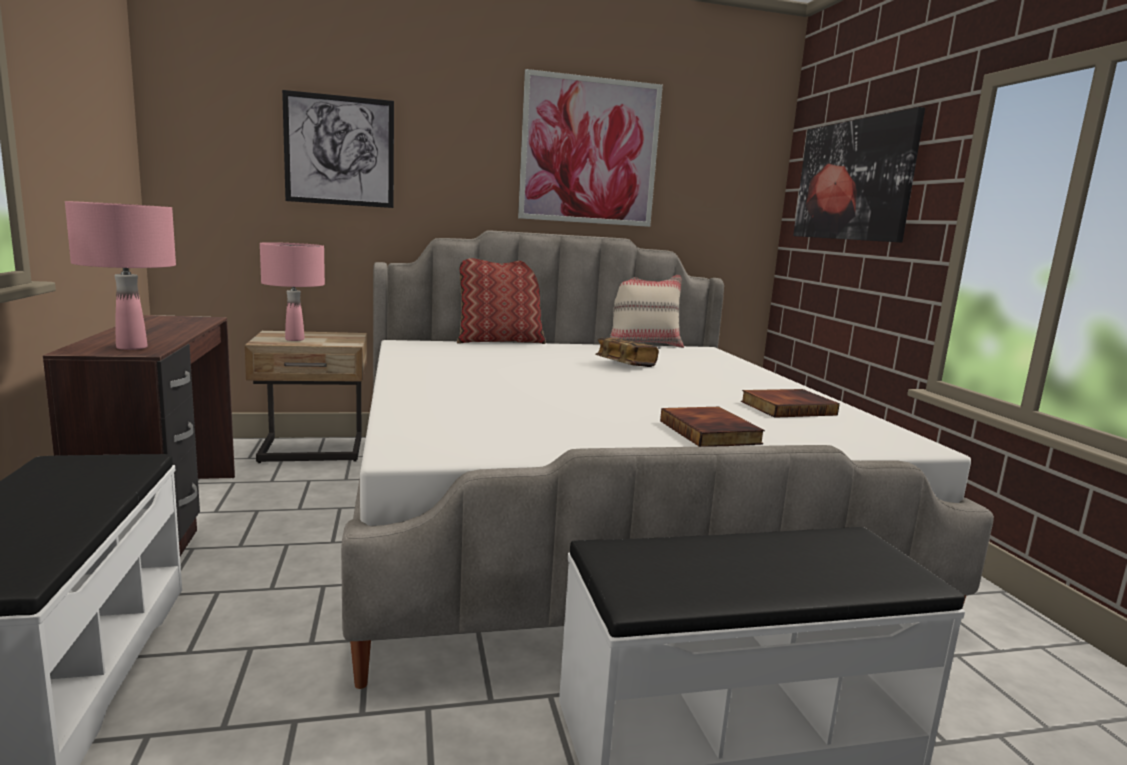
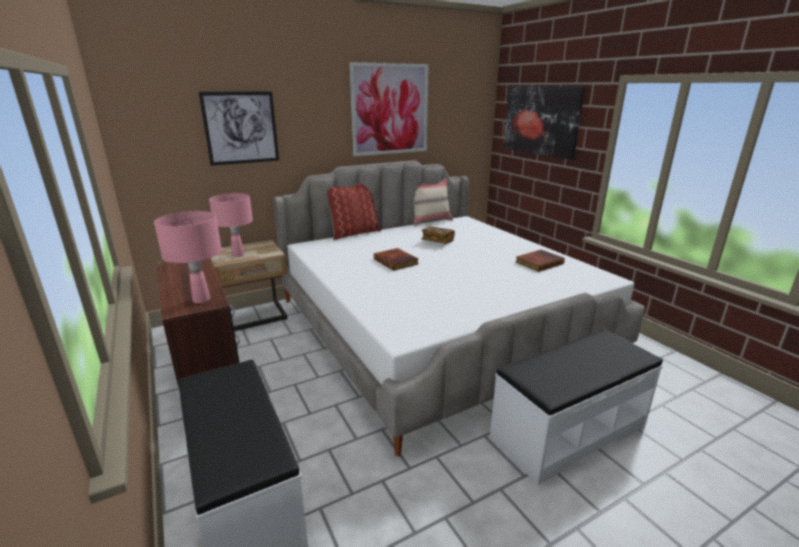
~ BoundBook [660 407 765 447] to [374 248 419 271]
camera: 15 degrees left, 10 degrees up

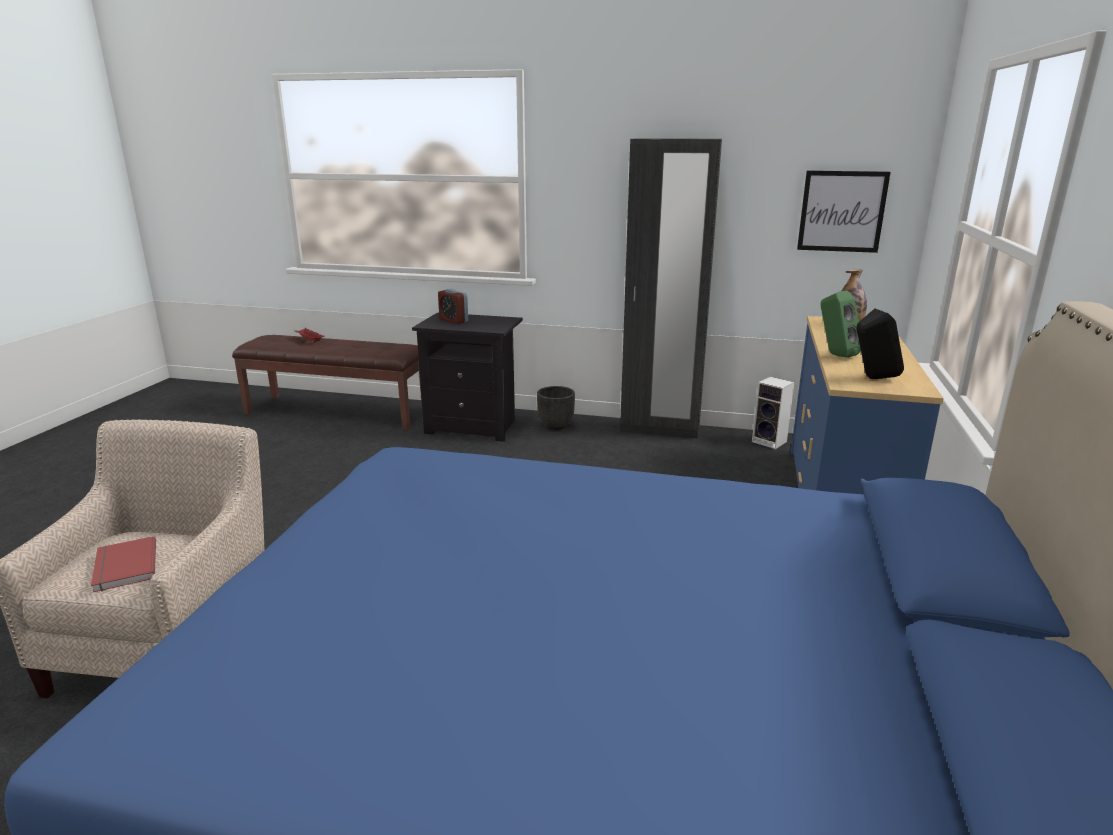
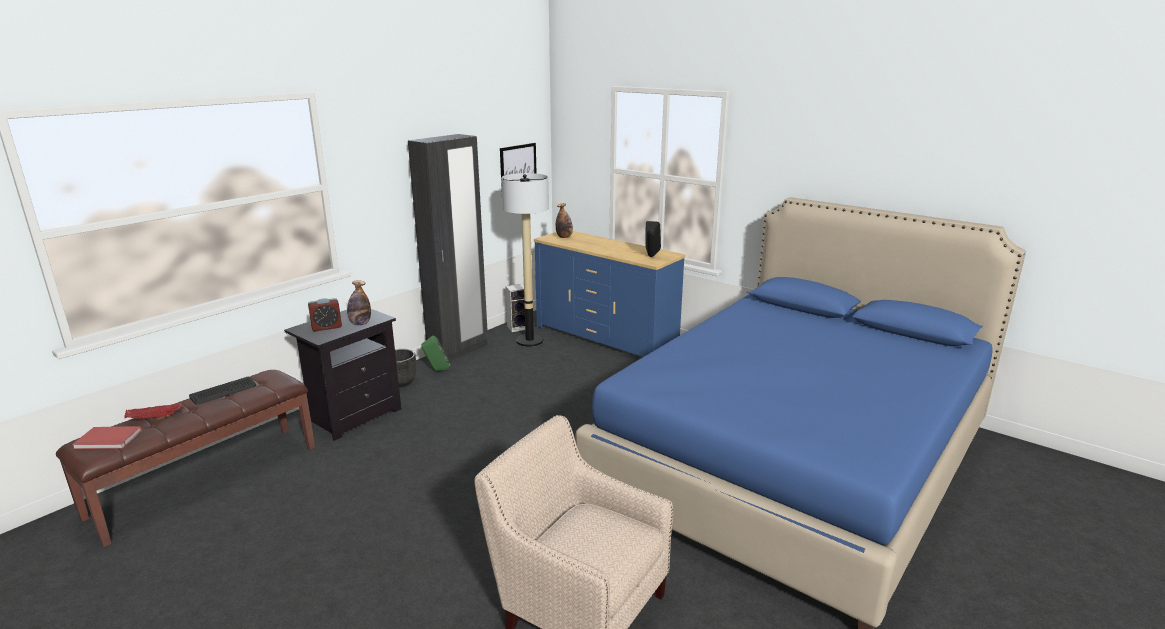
~ RedBoundBook [91 536 156 592] to [72 426 142 449]
~ GreenishLoudspeaker [821 291 861 358] to [422 335 450 371]
+ ComputerKeyboard [189 377 256 405]
+ Bottle [347 280 371 325]
+ StandingLamp [501 173 549 347]
camera: 65 degrees left, 0 degrees up

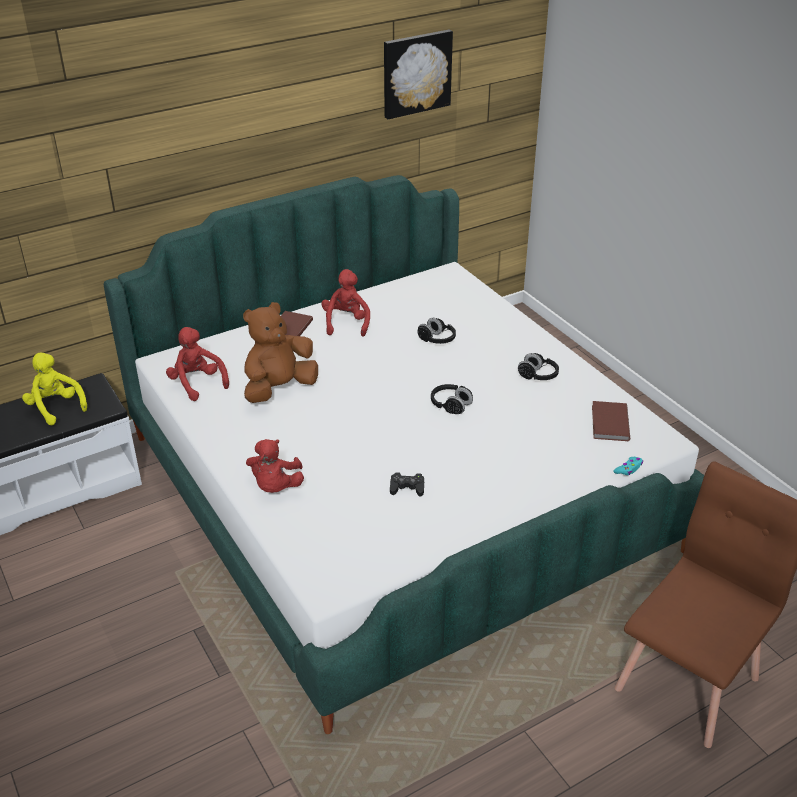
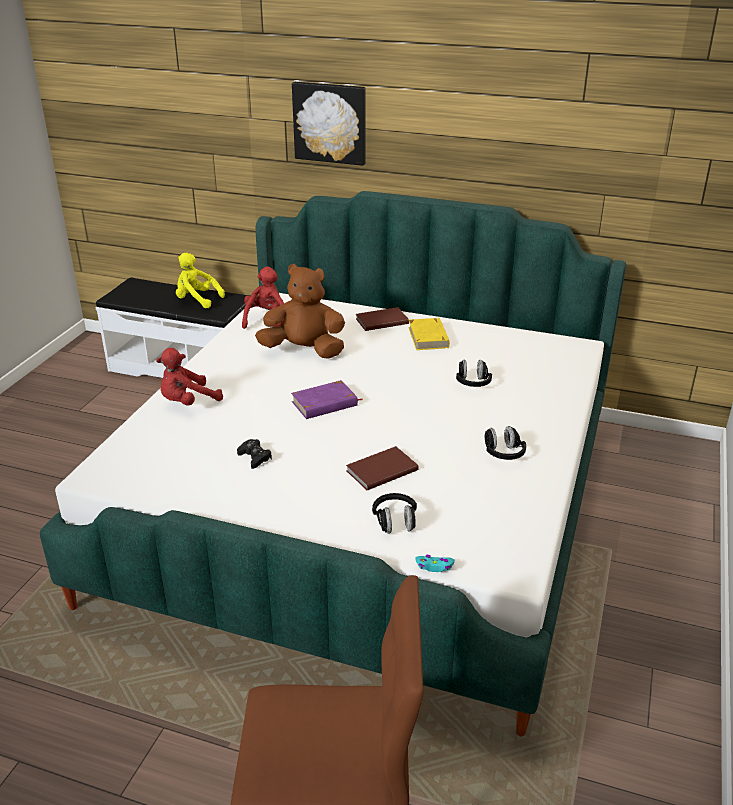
~ YellowishCuddlyToy [22 353 87 425] = [176 253 225 308] 75 degrees counterclockwise
~ RedCuddlyToy [321 269 370 337] to YellowishBoundBook [408 318 450 350]
~ Picture [384 30 453 119] to [292 82 366 166]
~ BlackPairOfHeadphones [431 384 473 414] to [372 493 417 534]
~ BrownishBoundBook [592 401 630 441] to [346 446 419 490]
+ PurpleColouredBoundBook [291 380 362 419]
camera: 50 degrees right, 5 degrees down

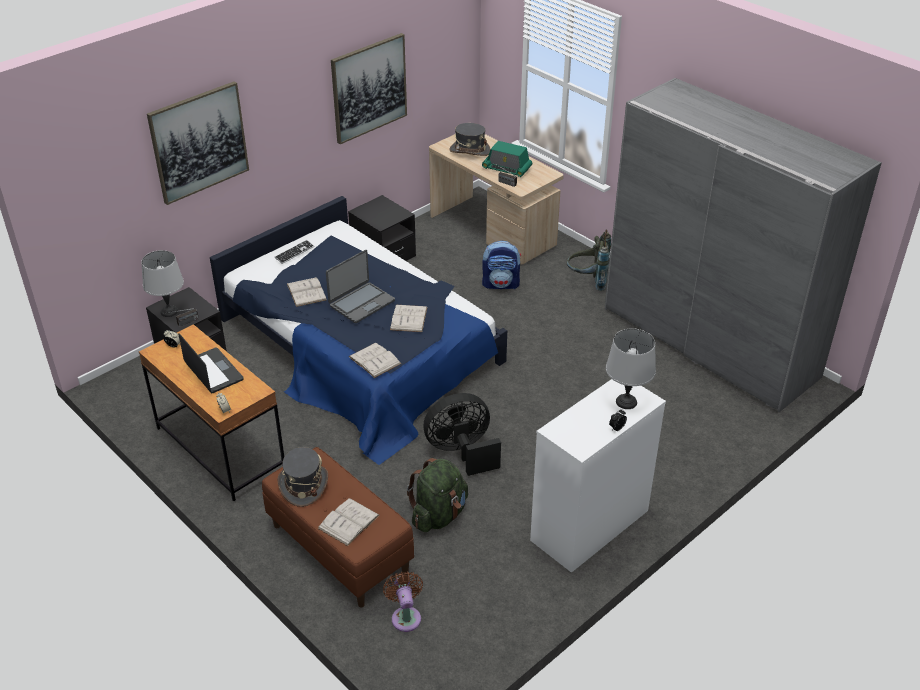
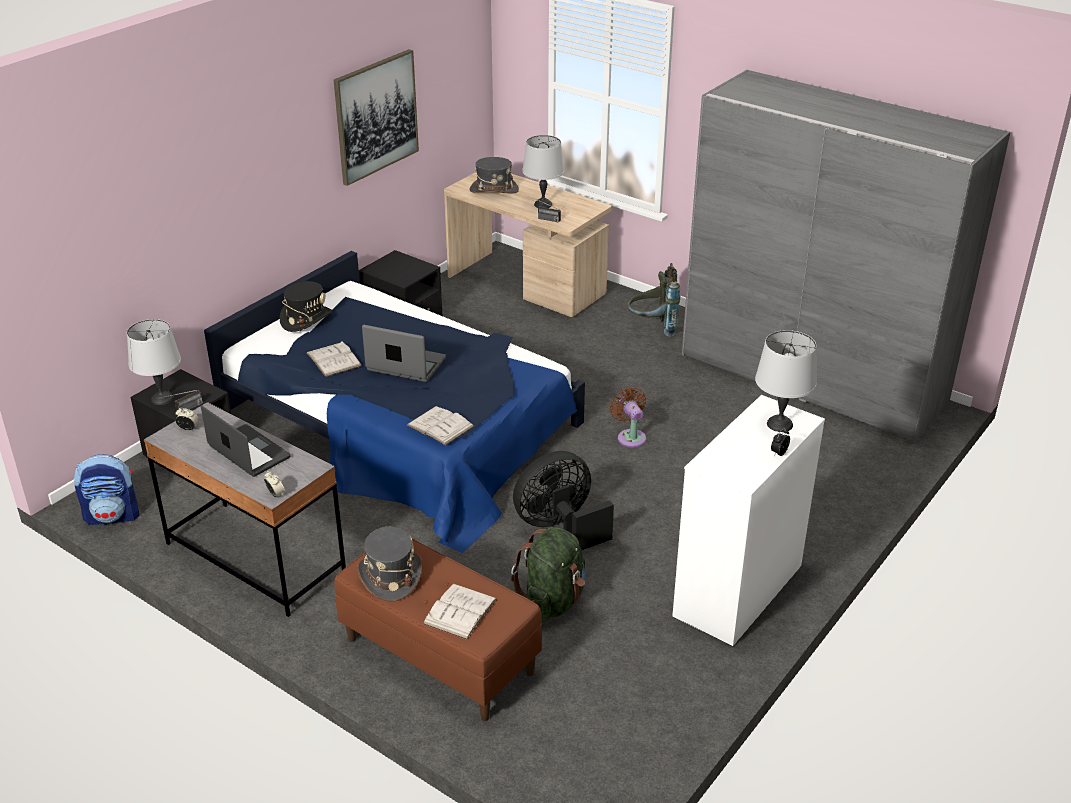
~ BrownishDeskTable [139 324 284 501] to GrayDeskTable [144 402 346 617]
- Picture [147 81 249 205]
~ ComputerKeyboard [275 240 314 264] to BlackClothingHat [280 281 332 332]
~ PortableComputer [326 250 395 323] = [362 325 446 382] 105 degrees counterclockwise
~ BrownishFan [383 571 423 632] to [610 387 647 447]
- WhiteColouredBoundBook [390 305 427 332]
~ Radio [482 141 532 177] to GrayLampForATable [522 135 565 208]
~ Backpack [482 241 521 289] to [74 454 140 525]
camera: 10 degrees left, 5 degrees down

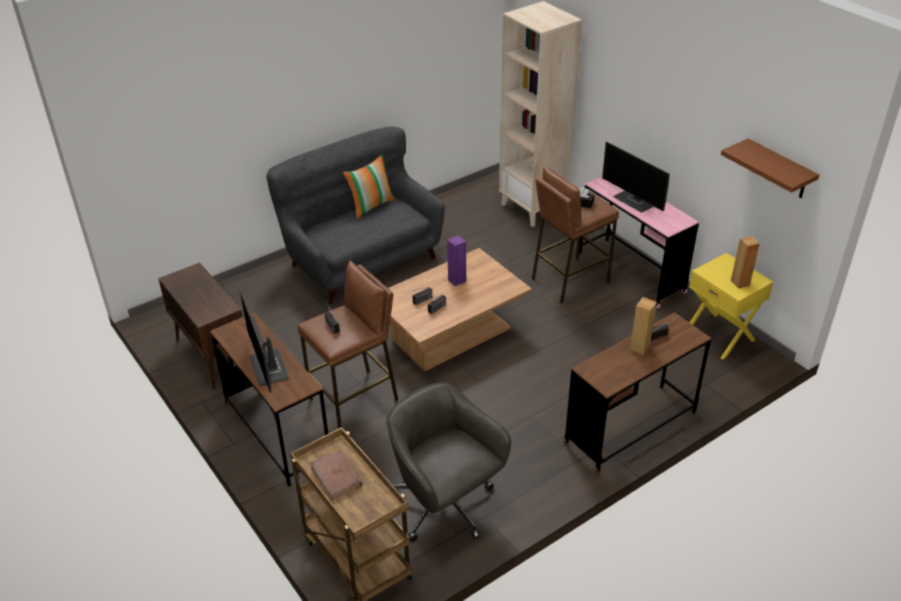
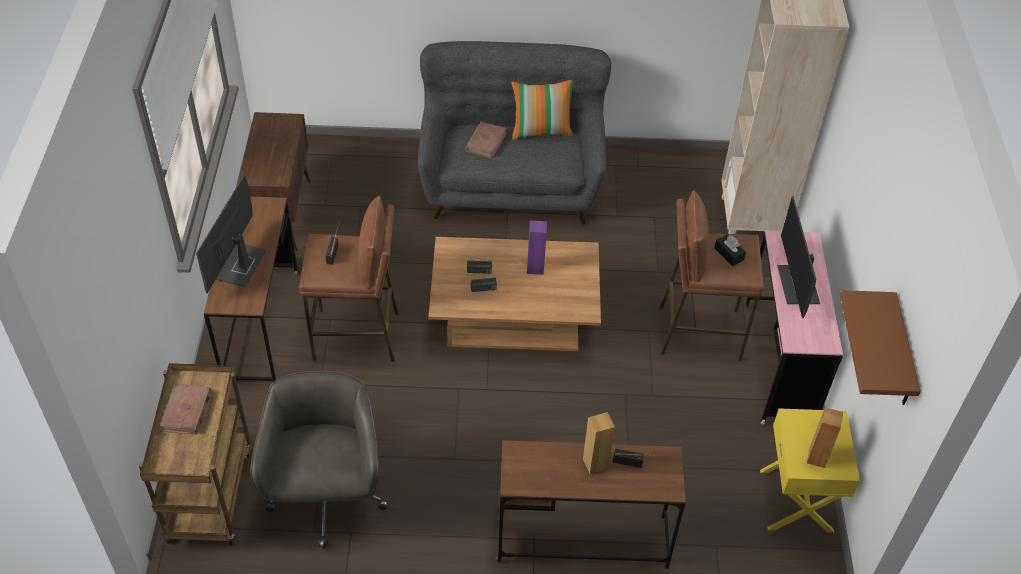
+ BrownishBoundBook [465 121 507 159]
camera: 35 degrees right, 10 degrees up

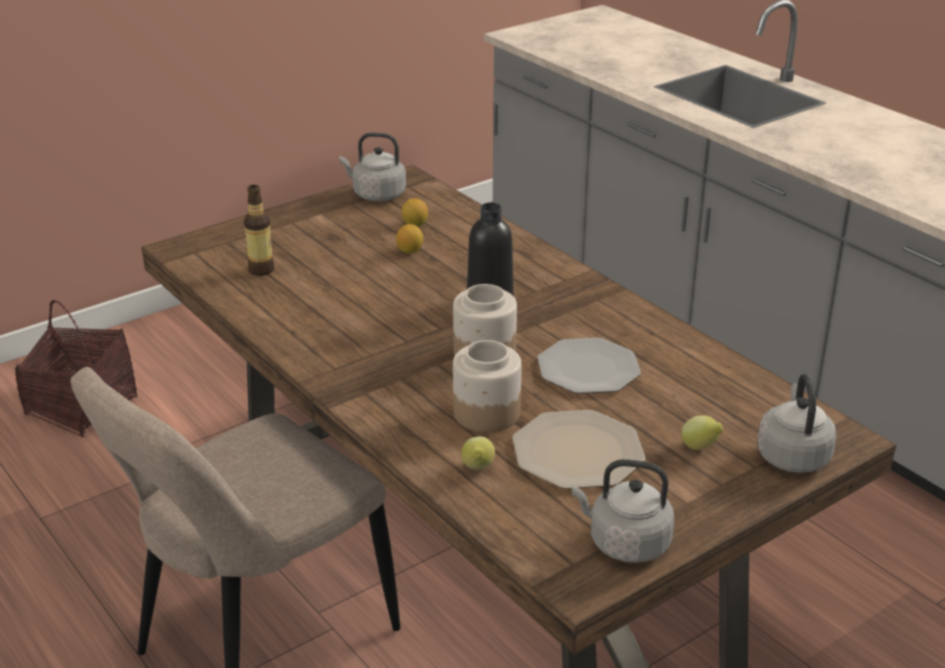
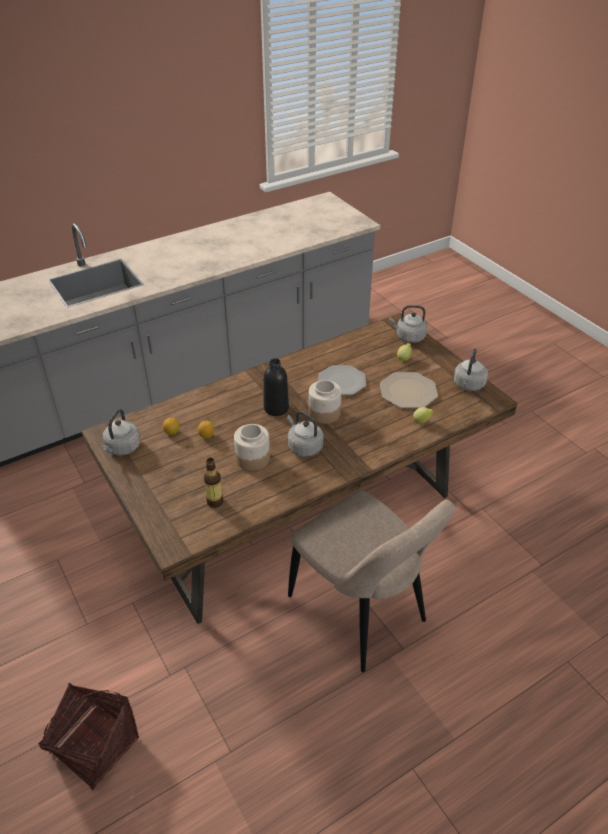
~ PreserveJar [453 340 522 432] to [234 424 270 471]
+ GrayKettle [287 411 323 456]
camera: 85 degrees left, 10 degrees up

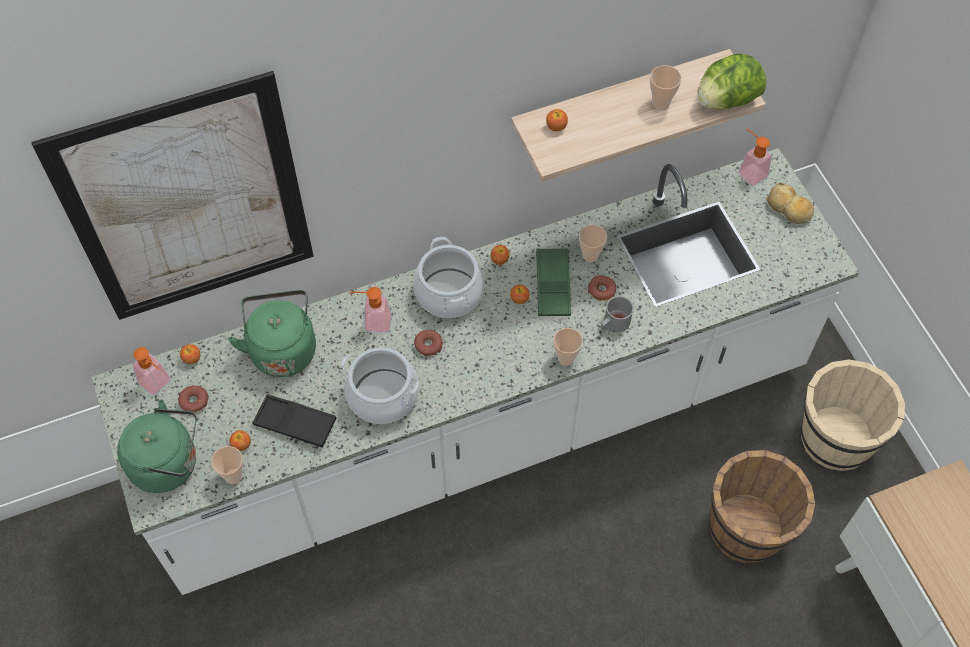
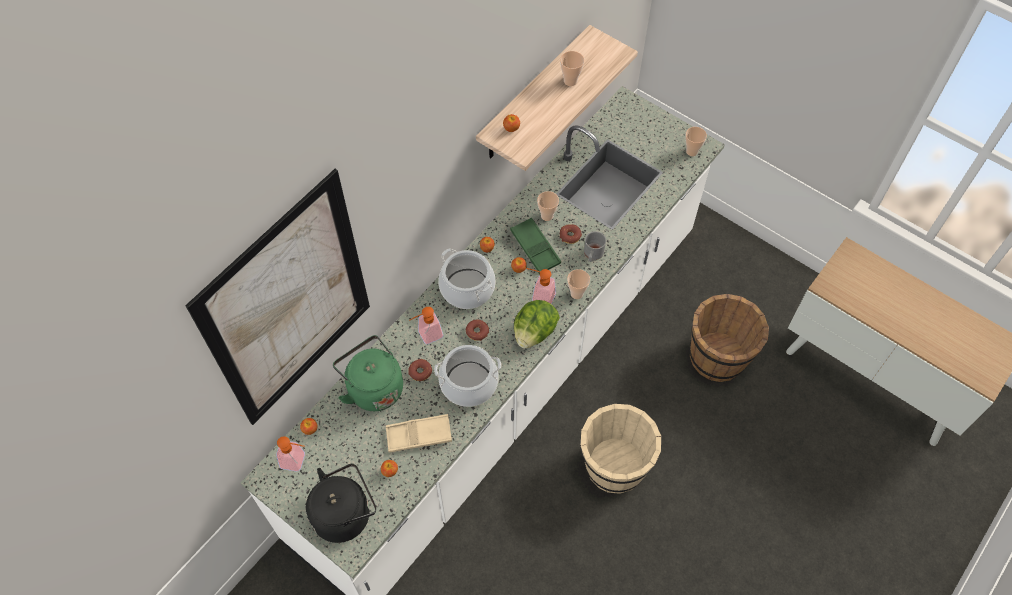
~ GreenishKettle [117 399 197 493] to BlackKettle [306 463 376 543]
~ Donut [178 386 209 412] to [408 359 432 381]
~ SmallCup [211 446 243 484] to [685 127 707 156]
~ BlackTray [252 394 336 447] to BeigeTray [386 414 452 453]
~ HeadOfLettuce [697 54 766 109] to [514 300 560 348]
~ SoapBottle [738 128 772 186] to [527 268 556 304]
- BakedBread [766 183 814 224]
~ BeigeBucket [801 360 905 471] to [581 404 661 494]
camera: 30 degrees left, 0 degrees up

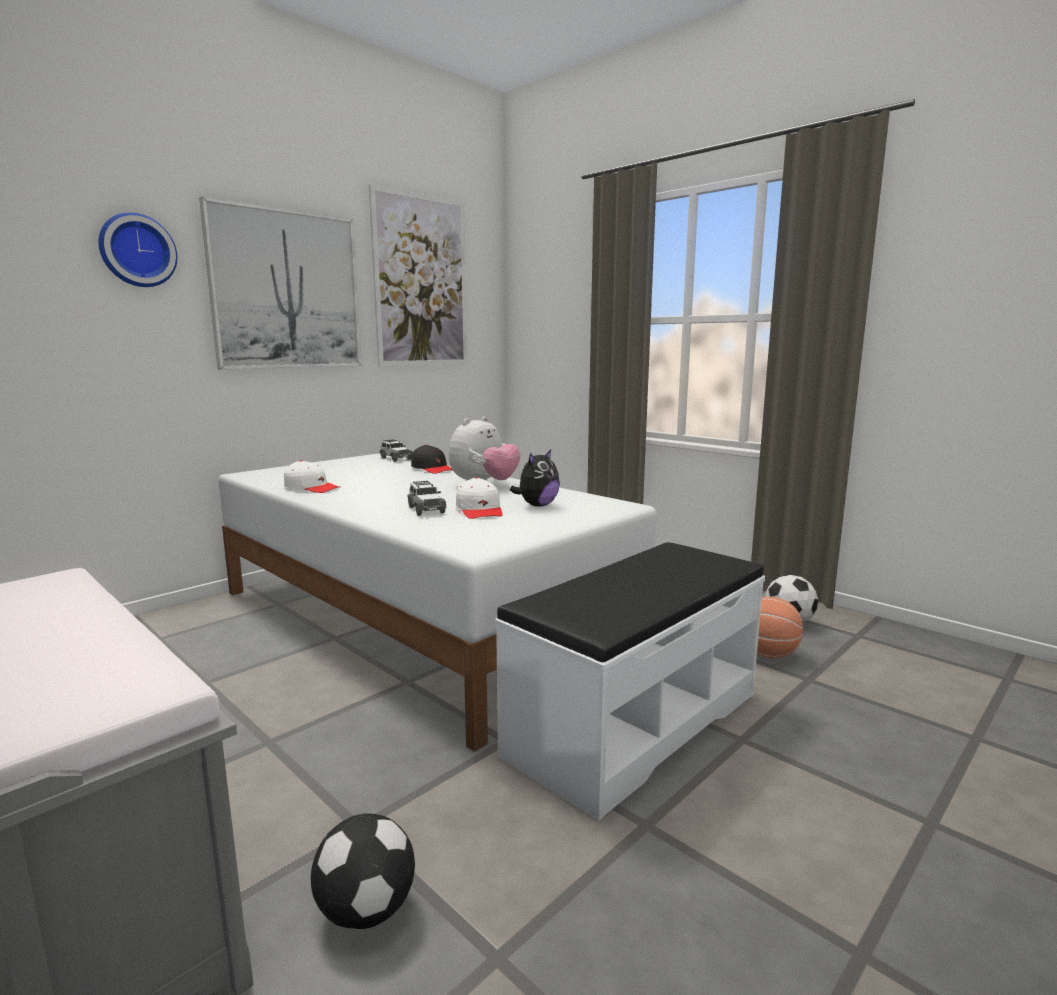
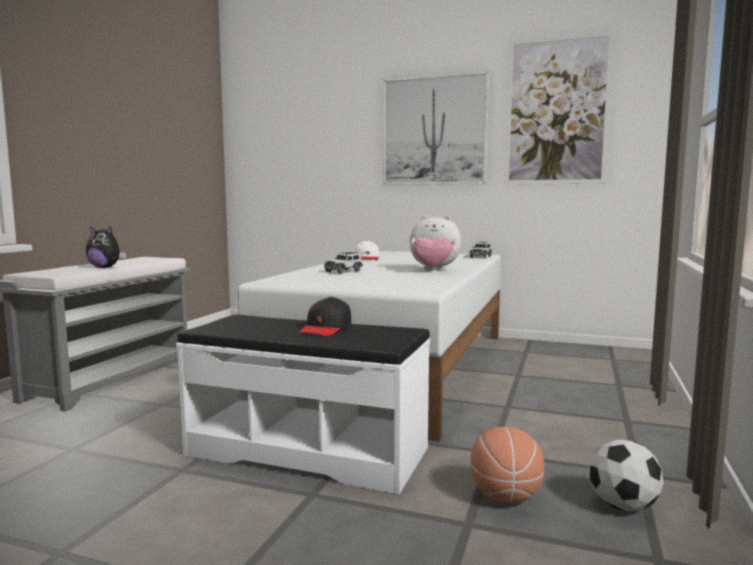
- WallClock [98 212 177 287]
- Football [311 813 415 930]
~ BlackBaseballCap [411 445 452 474] to [299 296 352 336]
- WhiteColouredBaseballCap [456 477 503 519]
~ CuddlyToy [510 449 560 507] to [86 226 126 268]
camera: 65 degrees right, 5 degrees down

